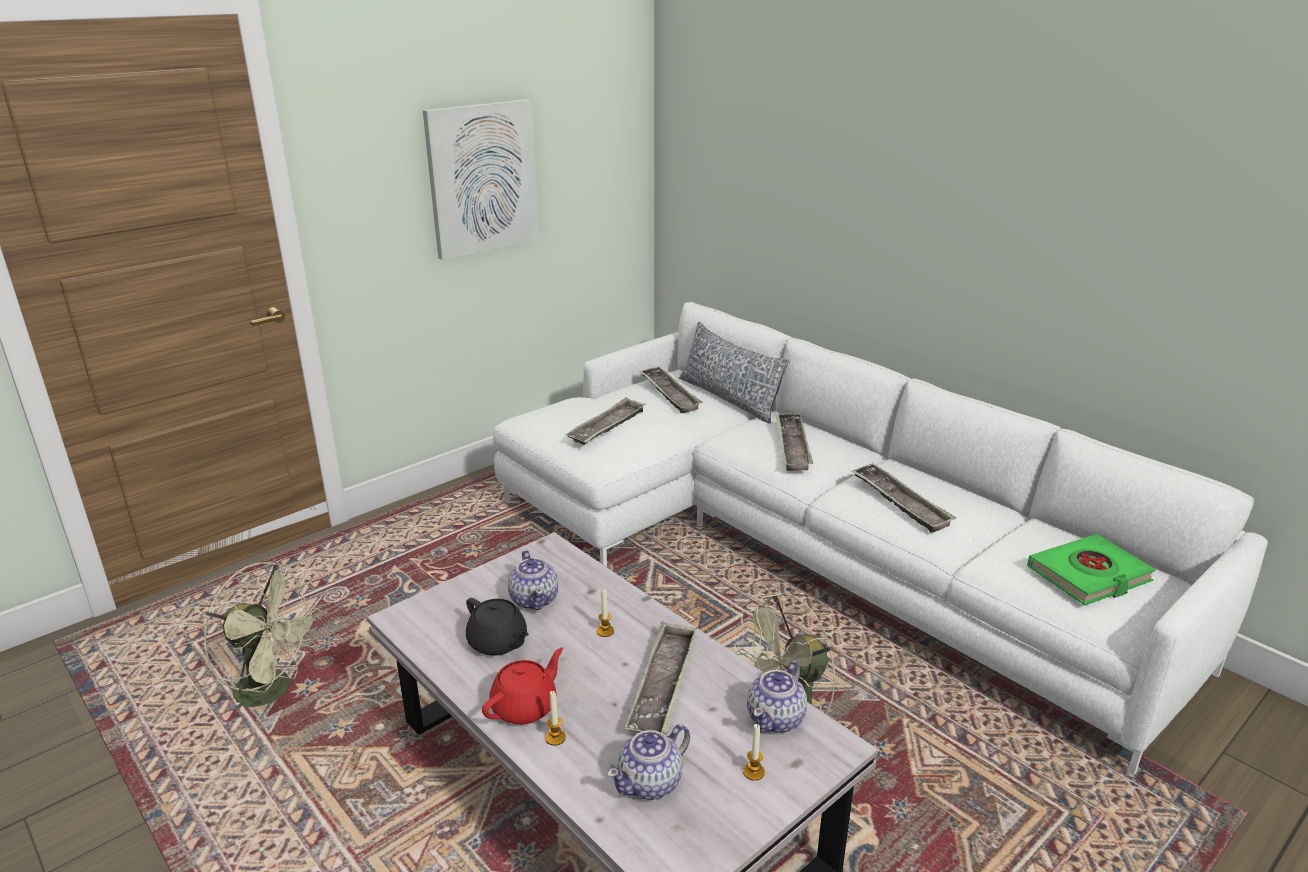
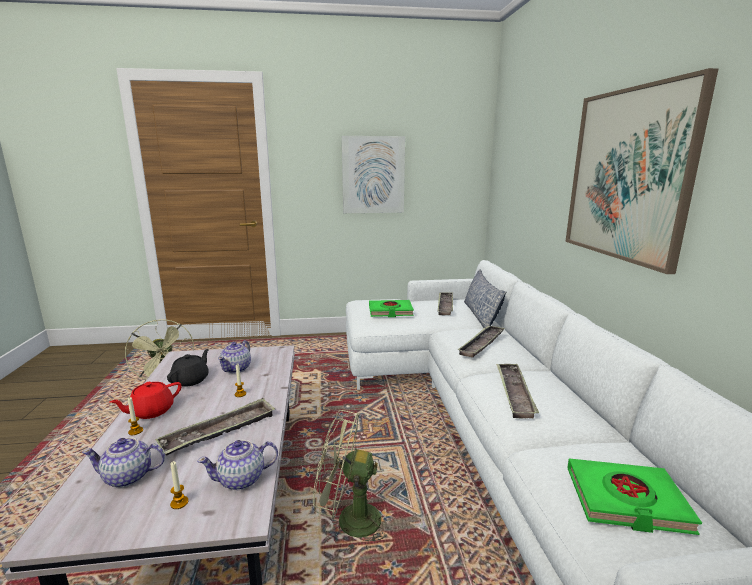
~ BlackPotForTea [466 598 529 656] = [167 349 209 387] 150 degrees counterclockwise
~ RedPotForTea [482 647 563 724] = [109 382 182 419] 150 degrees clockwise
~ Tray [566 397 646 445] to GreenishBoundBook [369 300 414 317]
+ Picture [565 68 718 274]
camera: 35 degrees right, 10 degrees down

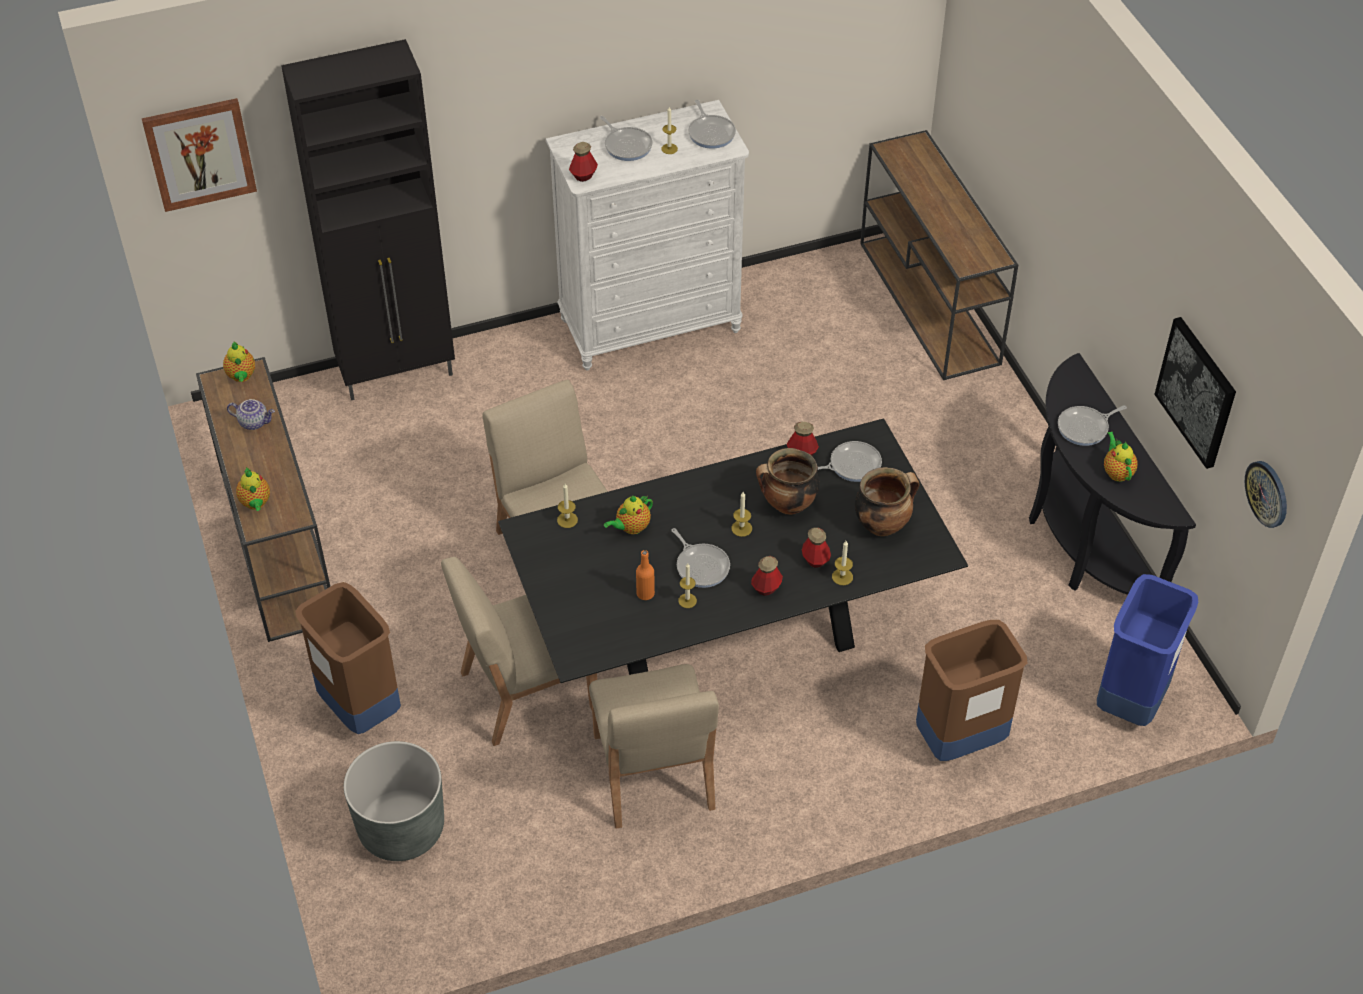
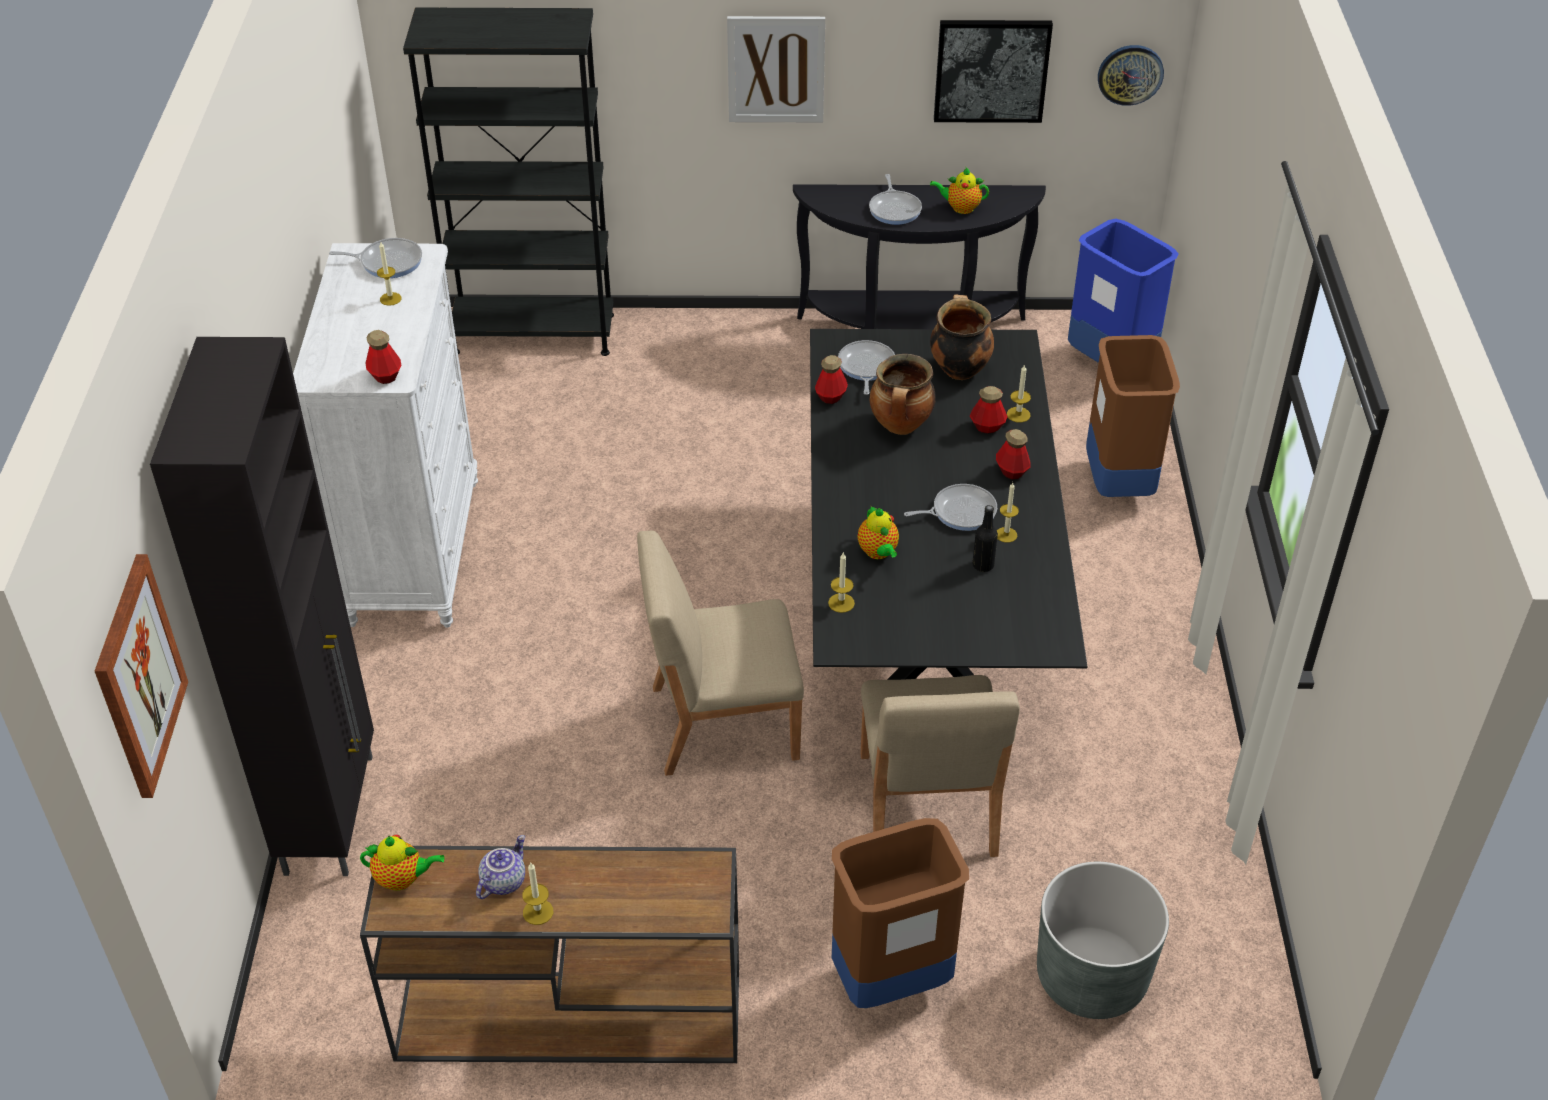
- PotForTea [236 467 270 511]
- BeigePlainChair [589 664 719 829]
- FryingPan [600 116 653 161]
~ OrangeColouredBottle [636 550 655 600] to BlackBottle [972 505 998 572]
~ WaxCandle [731 492 752 537] to [522 863 553 925]
~ BrownishNarrowTable [860 130 1018 380] to BlackBookshelf [403 8 614 356]
+ Picture [727 16 825 122]
camera: 70 degrees left, 5 degrees down

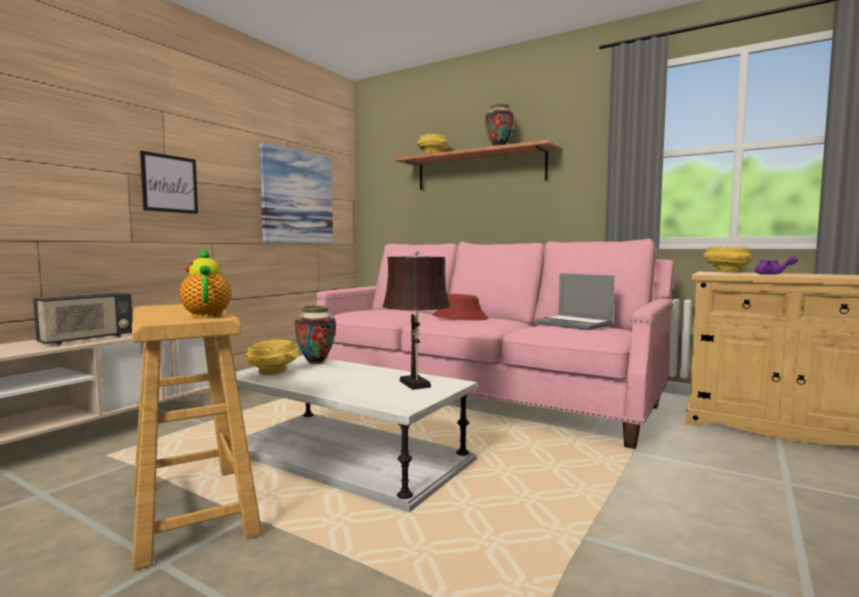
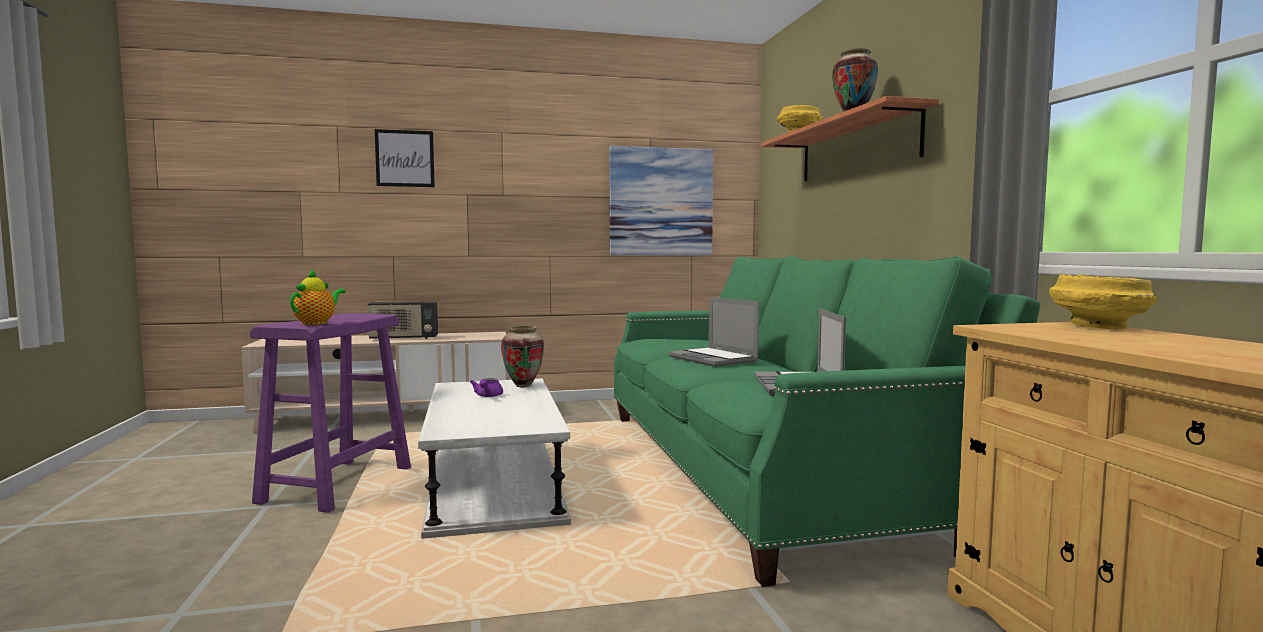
~ BeigeStoolSeat [132 304 262 571] to PurpleColouredStoolSeat [250 313 411 513]
~ Picture [140 151 198 214] to [375 129 435 187]
- YellowishDeepDish [245 339 300 375]
~ PinkSofa [316 238 674 450] to GreenishSofa [613 255 1041 587]
- BrownishLampForATable [383 250 450 390]
~ RedClothingHat [433 294 489 320] to PortableComputer [669 297 759 367]
~ PurpleColouredPotForTea [755 256 798 275] to [470 378 503 397]
camera: 45 degrees right, 0 degrees up

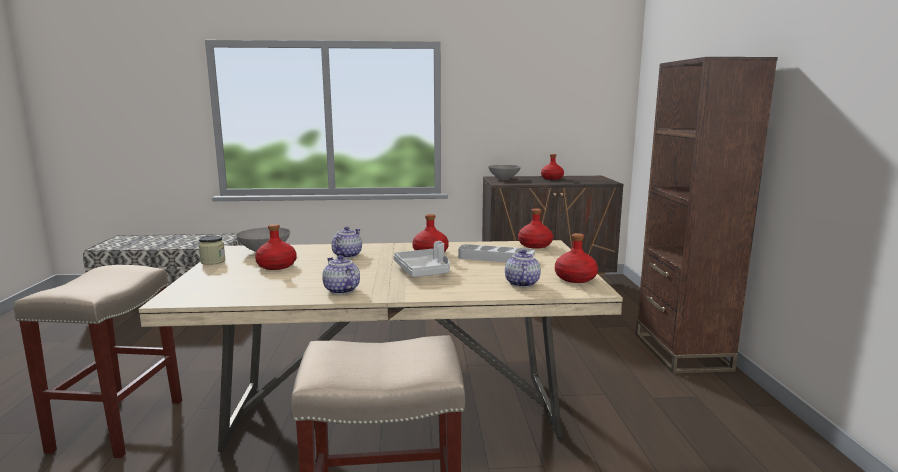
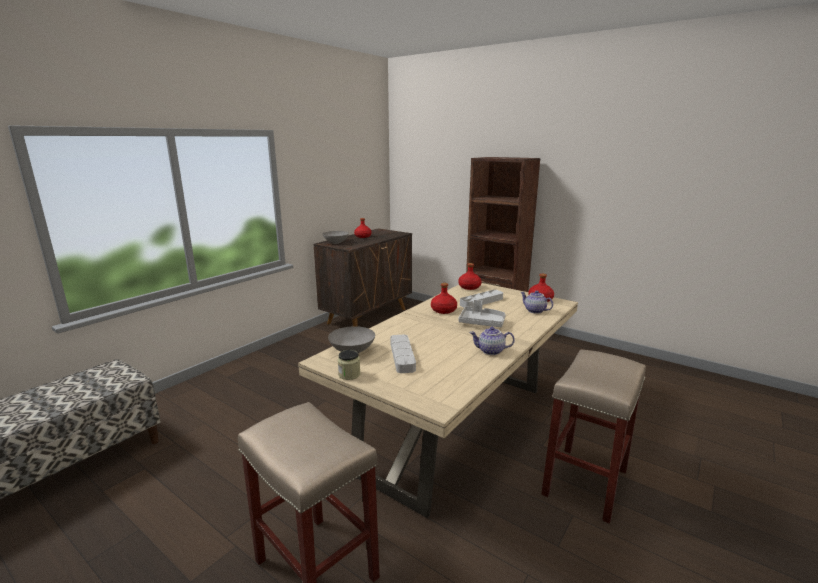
~ RedBottle [255 224 297 270] to GrayTray [391 335 416 373]
- PotForTea [332 226 362 258]
camera: 50 degrees left, 5 degrees up

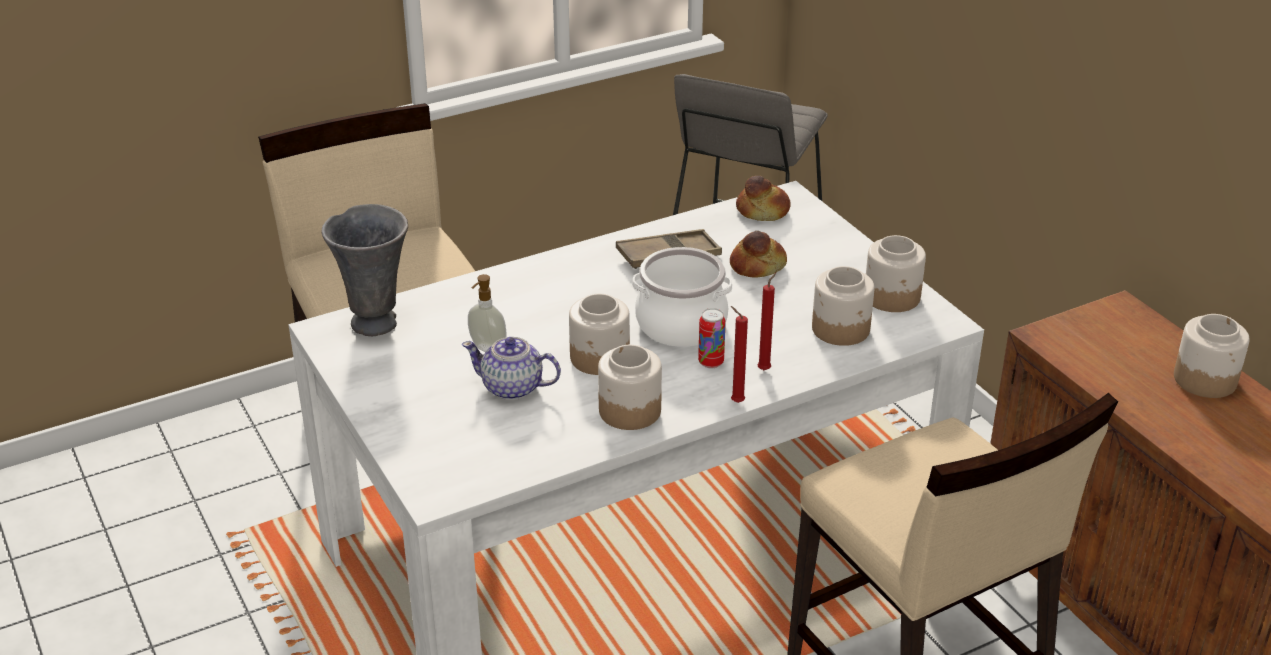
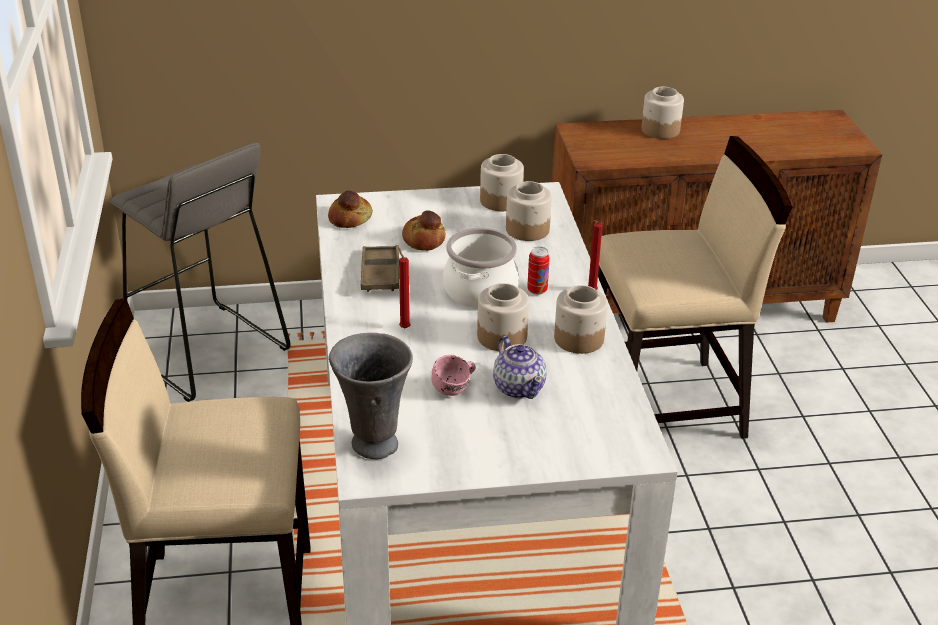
~ PotForTea [462 337 561 400] = [493 336 547 399] 60 degrees counterclockwise
~ SoapBottle [468 274 507 352] to PinkTeaMug [431 355 476 396]
~ RedWaxCandle [758 273 776 370] to [398 247 411 328]
camera: 70 degrees left, 0 degrees up

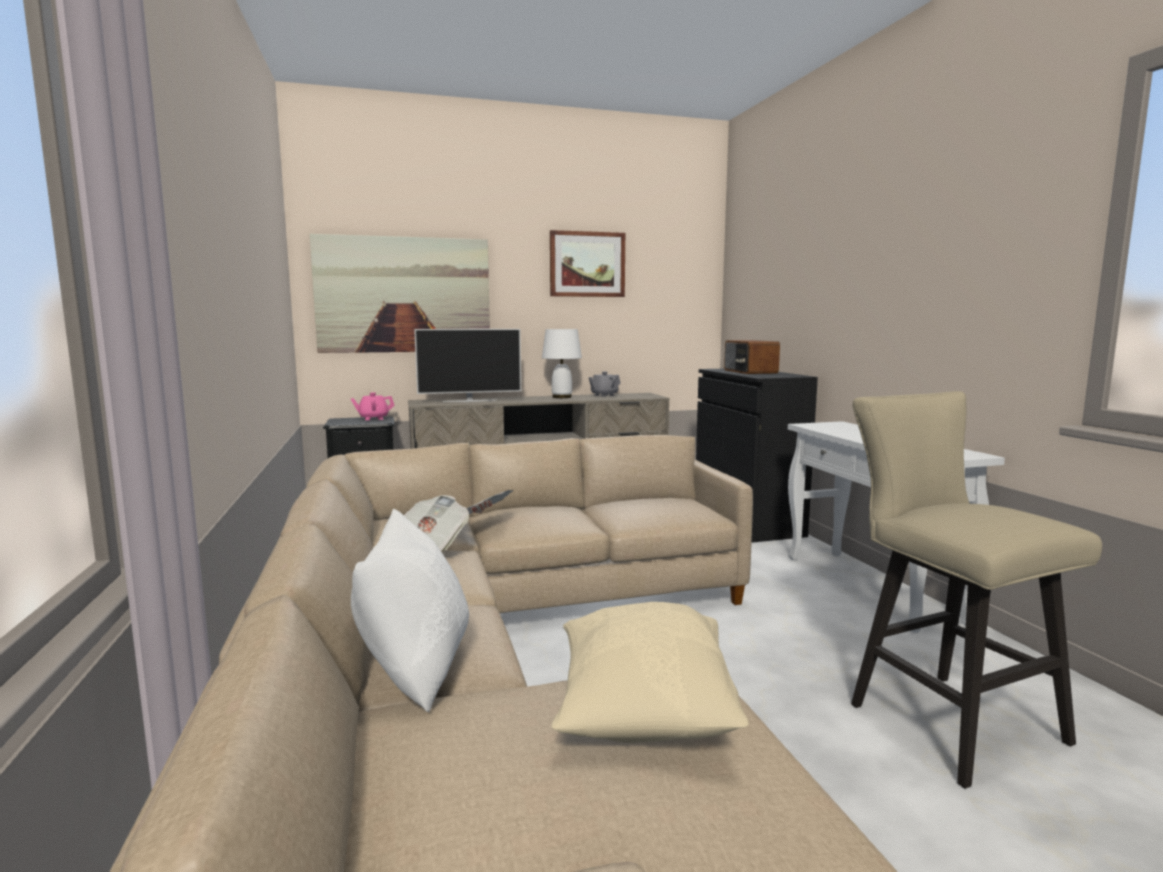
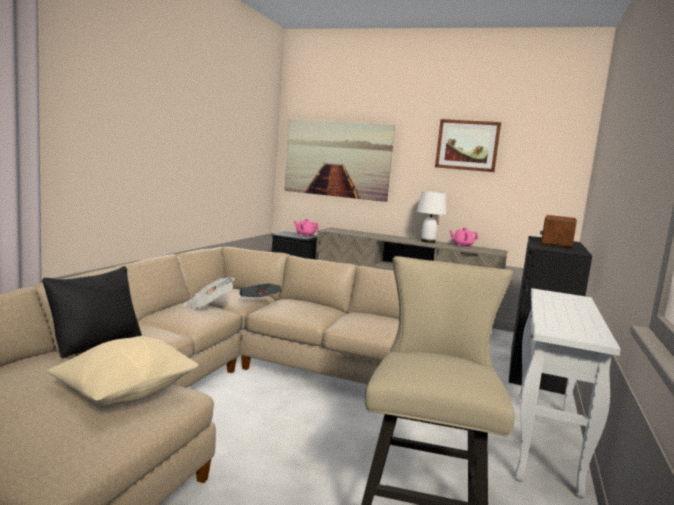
~ WhiteColouredCushion [351 509 469 712] to BlackCushion [42 266 142 358]
- Television [414 329 521 402]
~ GrayPotForTea [588 372 621 397] to PinkPotForTea [449 228 478 248]
camera: 35 degrees right, 0 degrees up

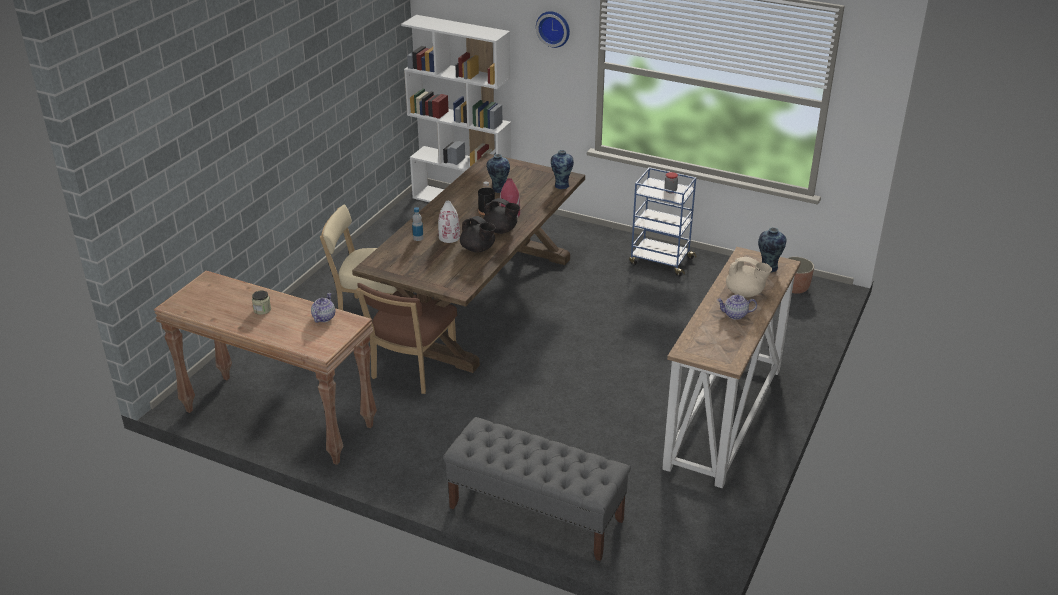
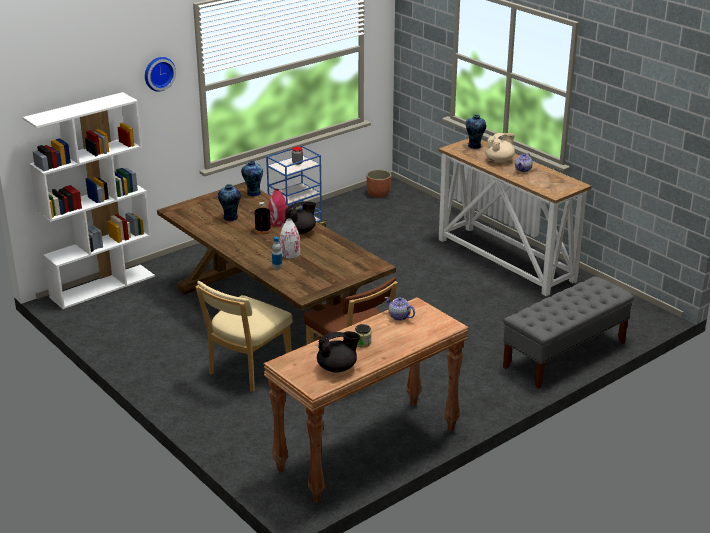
~ BlackPotForTea [460 216 496 253] to [317 331 360 373]
camera: 65 degrees left, 5 degrees down

